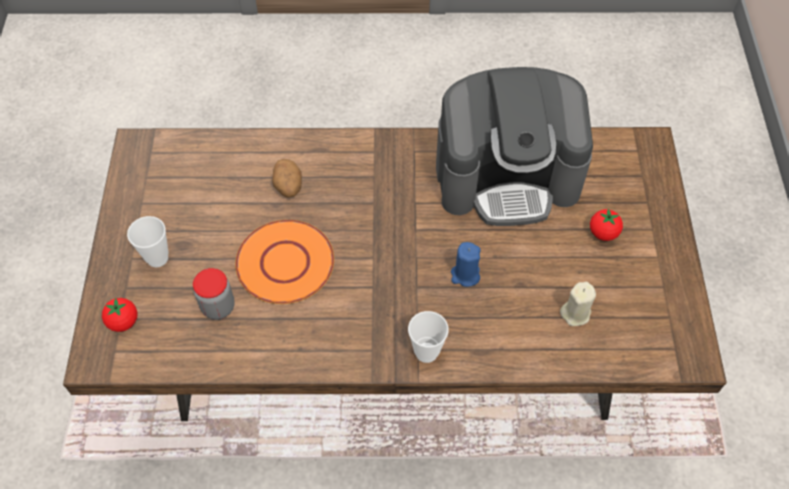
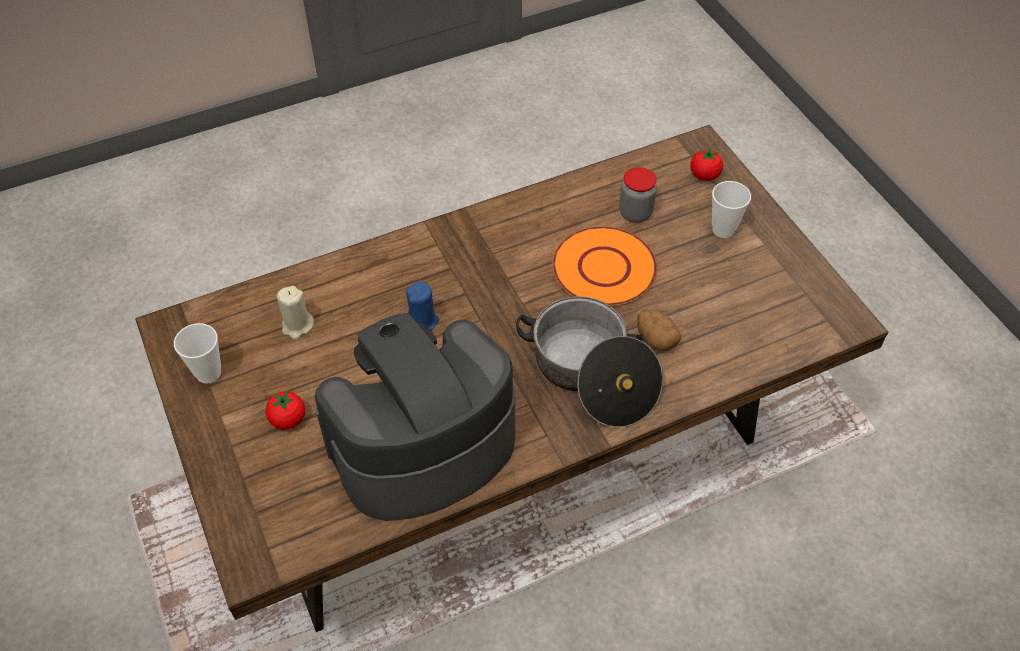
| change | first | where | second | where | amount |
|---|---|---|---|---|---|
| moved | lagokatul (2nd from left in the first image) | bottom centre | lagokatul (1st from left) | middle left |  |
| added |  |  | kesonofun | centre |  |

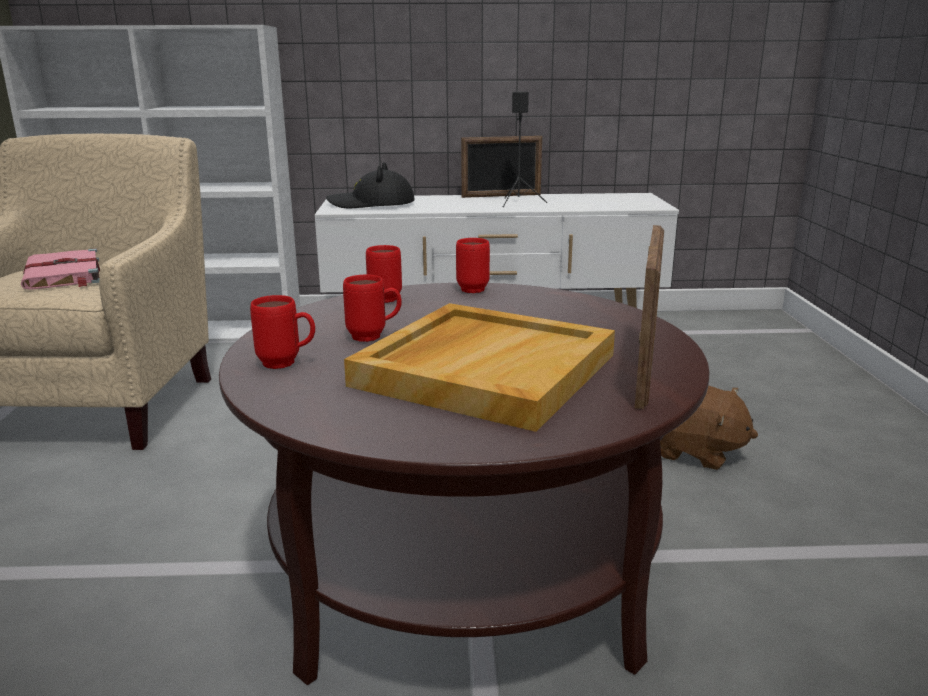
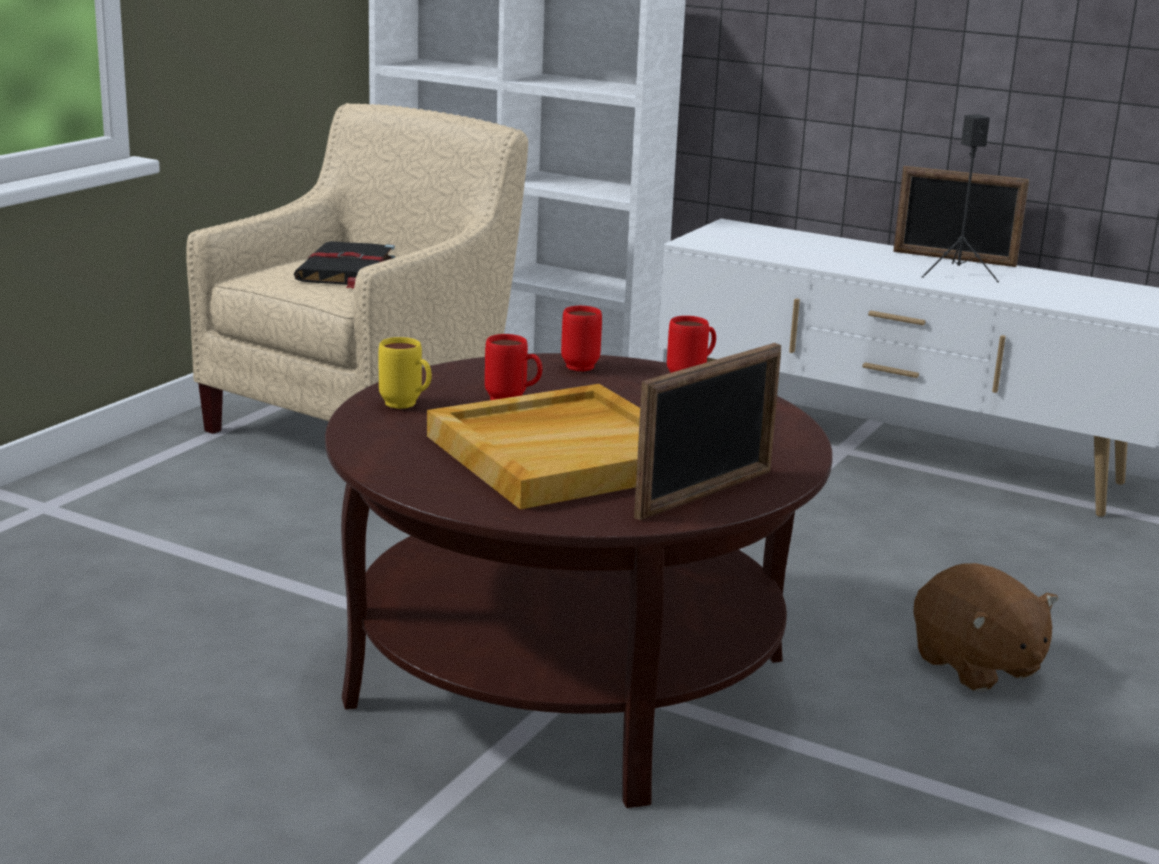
| change | first | where | second | where | amount |
|---|---|---|---|---|---|
| recoloured | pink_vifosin | middle left | black_vifosin | top left |  |
| recoloured | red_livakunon (1st from left) | middle left | yellow_livakunon | centre |  |
| removed | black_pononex | top centre |  |  |  |

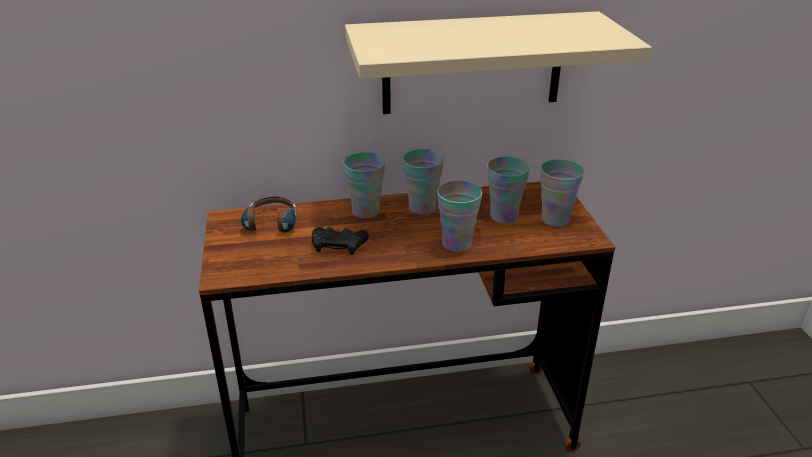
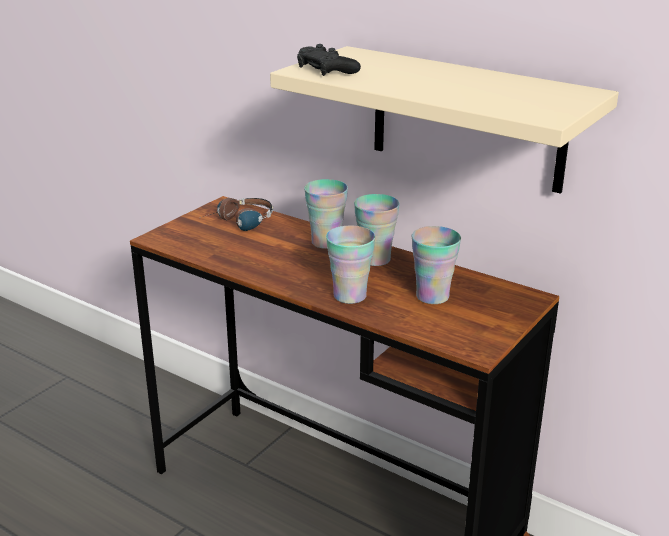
| change | first | where | second | where | amount |
|---|---|---|---|---|---|
| moved | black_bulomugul | centre |  | top centre |  |
| removed | lagokatul (5th from left) | middle right |  |  |  |

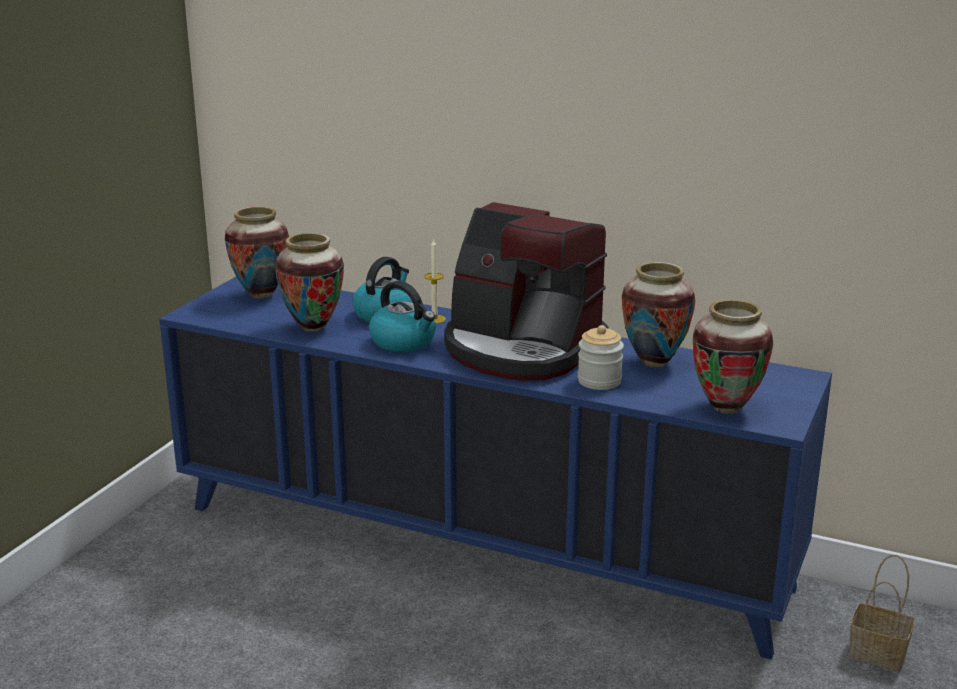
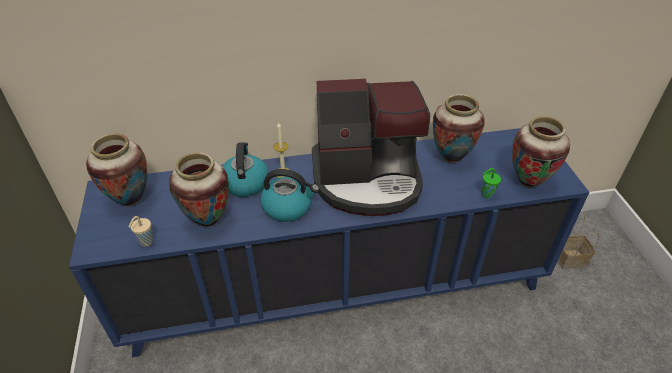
| change | first | where | second | where | amount |
|---|---|---|---|---|---|
| removed | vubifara | centre |  |  |  |
| added |  |  | beige_lagokatul | middle left |  |
| added |  |  | green_lagokatul | middle right |  |

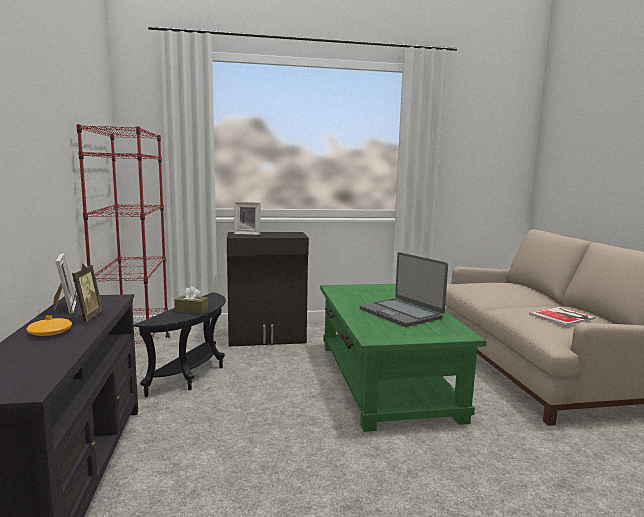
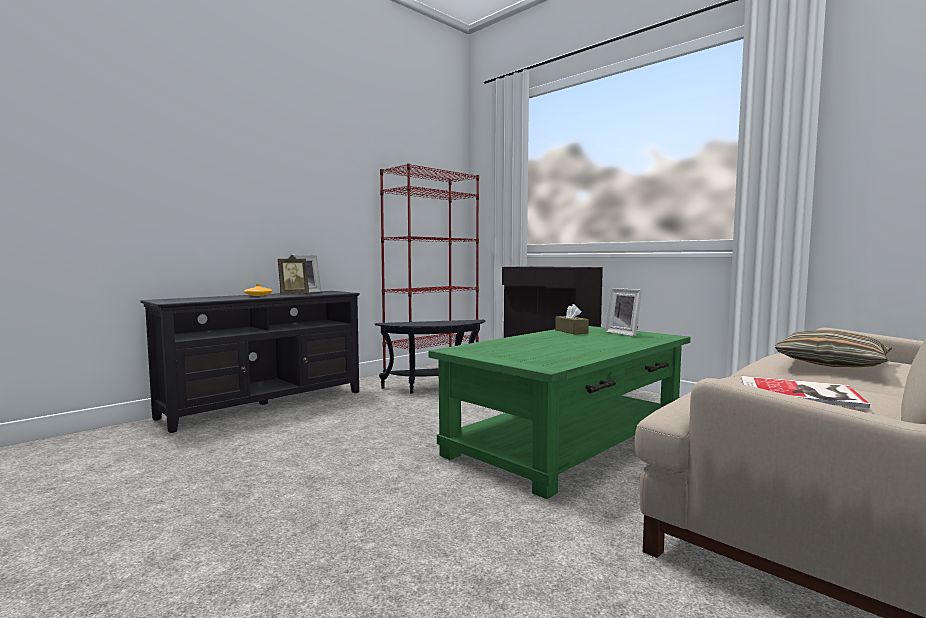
| change | first | where | second | where | amount |
|---|---|---|---|---|---|
| moved | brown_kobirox | middle left |  | centre |  |
| moved | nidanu (3rd from left) | centre |  | middle right |  |
| removed | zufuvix | centre |  |  |  |
| added |  |  | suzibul | middle right |  |

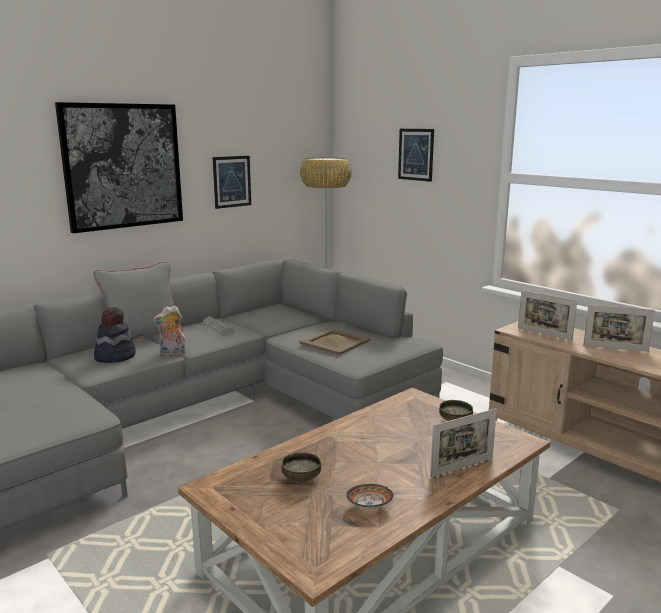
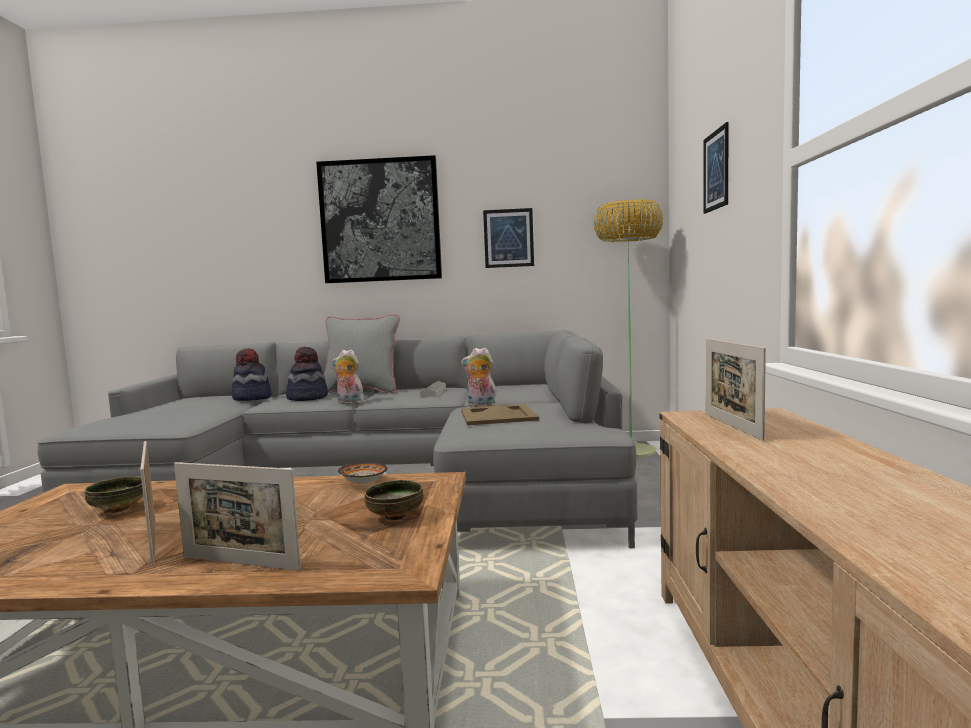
| change | first | where | second | where | amount |
|---|---|---|---|---|---|
| moved | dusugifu (2nd from left) | bottom centre |  | centre |  |
| moved | nidanu (3rd from left in the first image) | middle right | nidanu (1st from left) | bottom left |  |
| added |  |  | pononex (1st from left) | middle left |  |
| added |  |  | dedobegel (2nd from left) | centre |  |

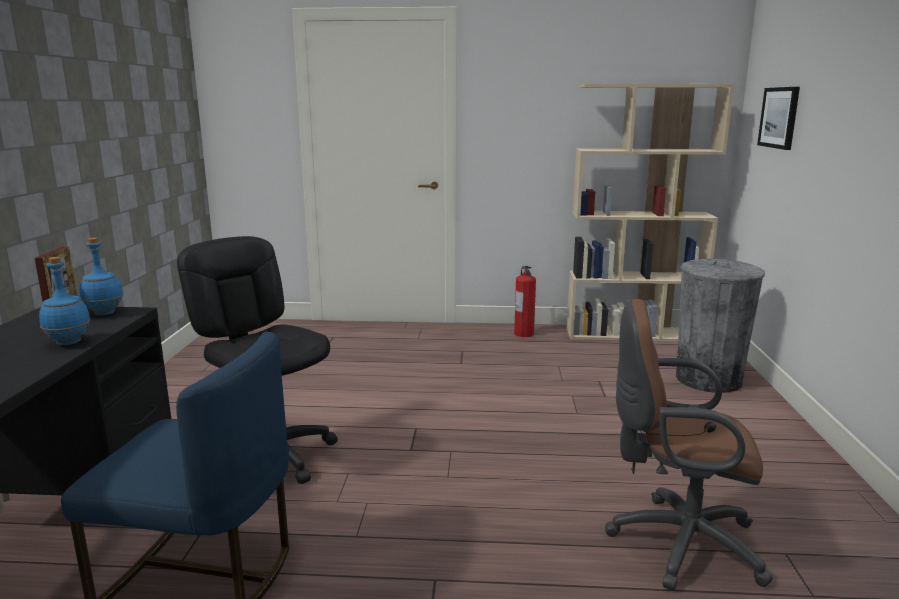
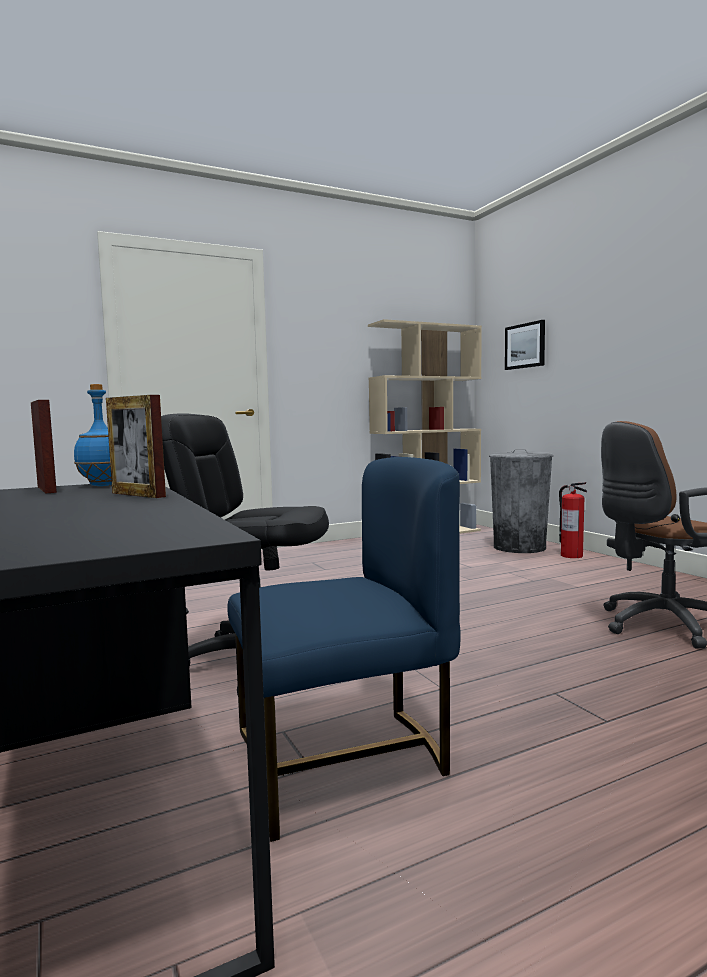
| change | first | where | second | where | amount |
|---|---|---|---|---|---|
| replaced | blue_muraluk (1st from left) | middle left | nidanu (2nd from left) | middle left |  |
| moved | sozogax | centre |  | middle right |  |

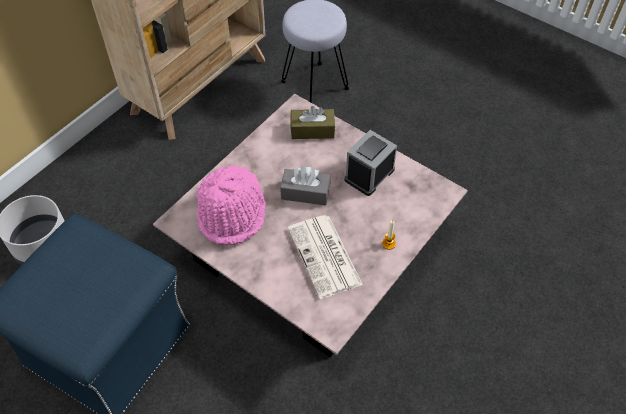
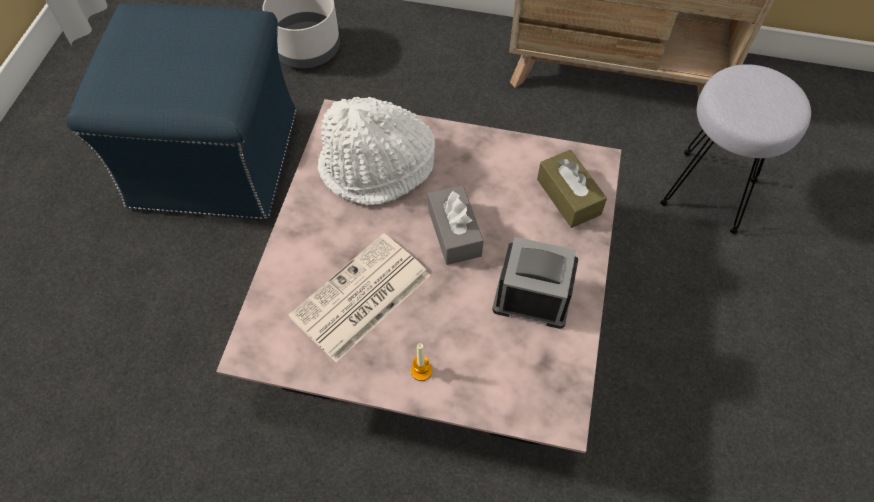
| change | first | where | second | where | amount |
|---|---|---|---|---|---|
| recoloured | pink_pononex | centre | white_pononex | top centre |  |

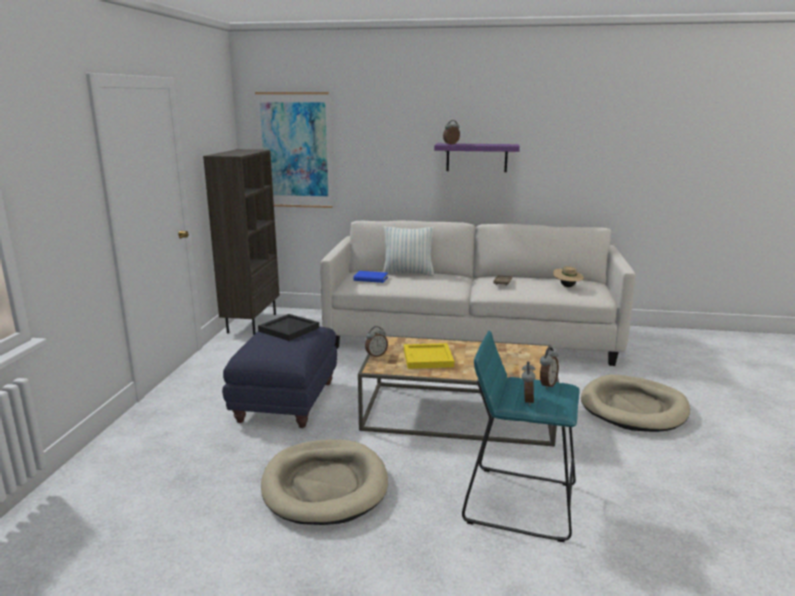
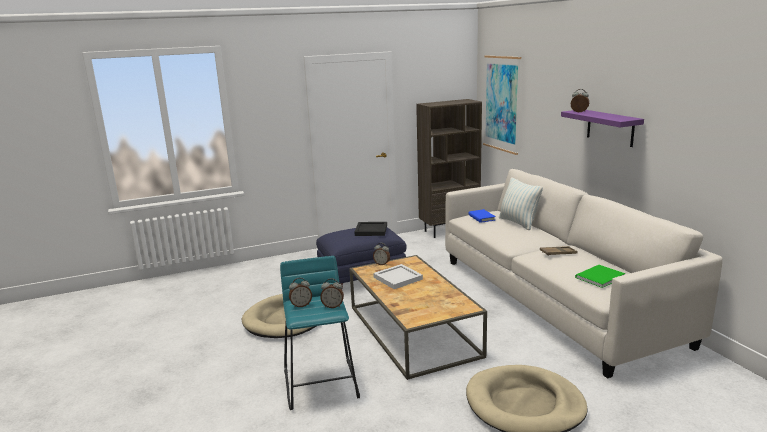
| change | first | where | second | where | amount |
|---|---|---|---|---|---|
| recoloured | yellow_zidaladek | centre | white_zidaladek | centre |  |
| replaced | beige_pononex | middle right | green_vifosin | middle right |  |

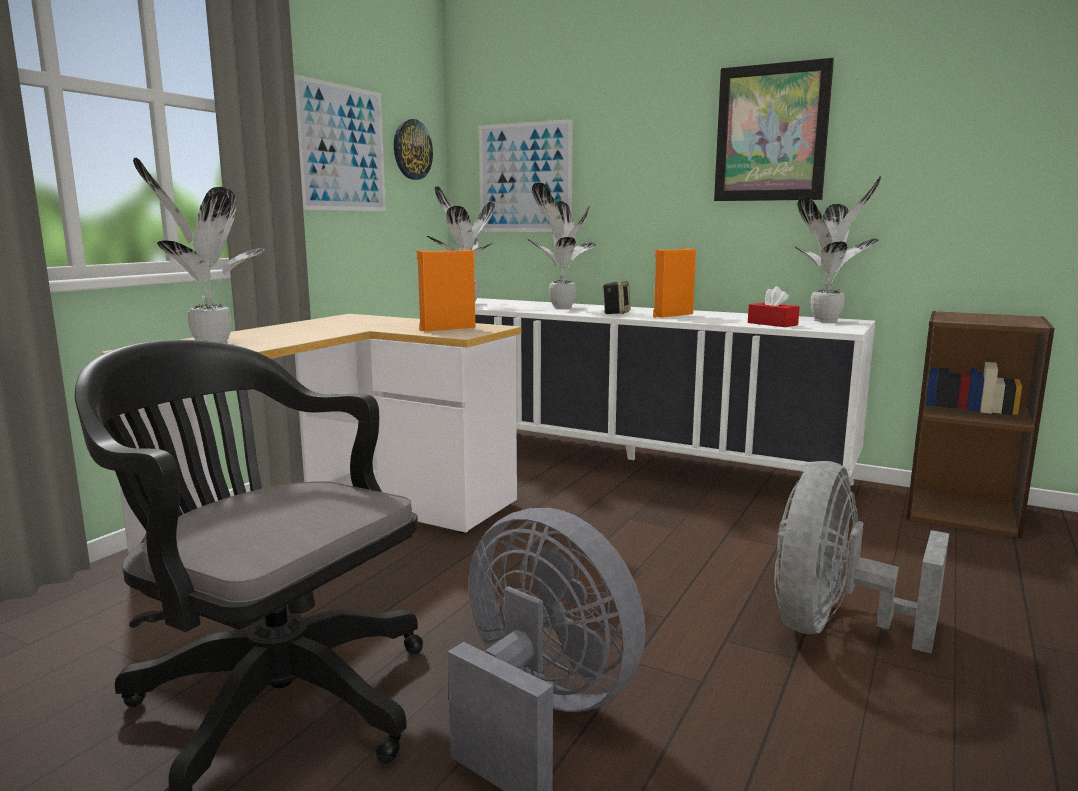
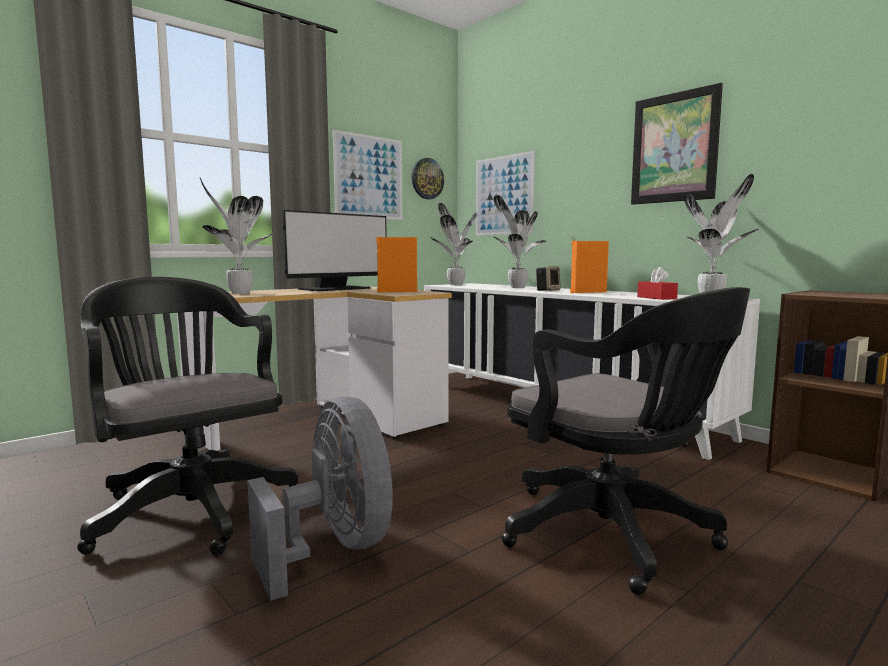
| change | first | where | second | where | amount |
|---|---|---|---|---|---|
| replaced | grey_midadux (2nd from left) | bottom right | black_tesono (2nd from left) | middle right |  |
| added |  |  | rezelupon | centre |  |

